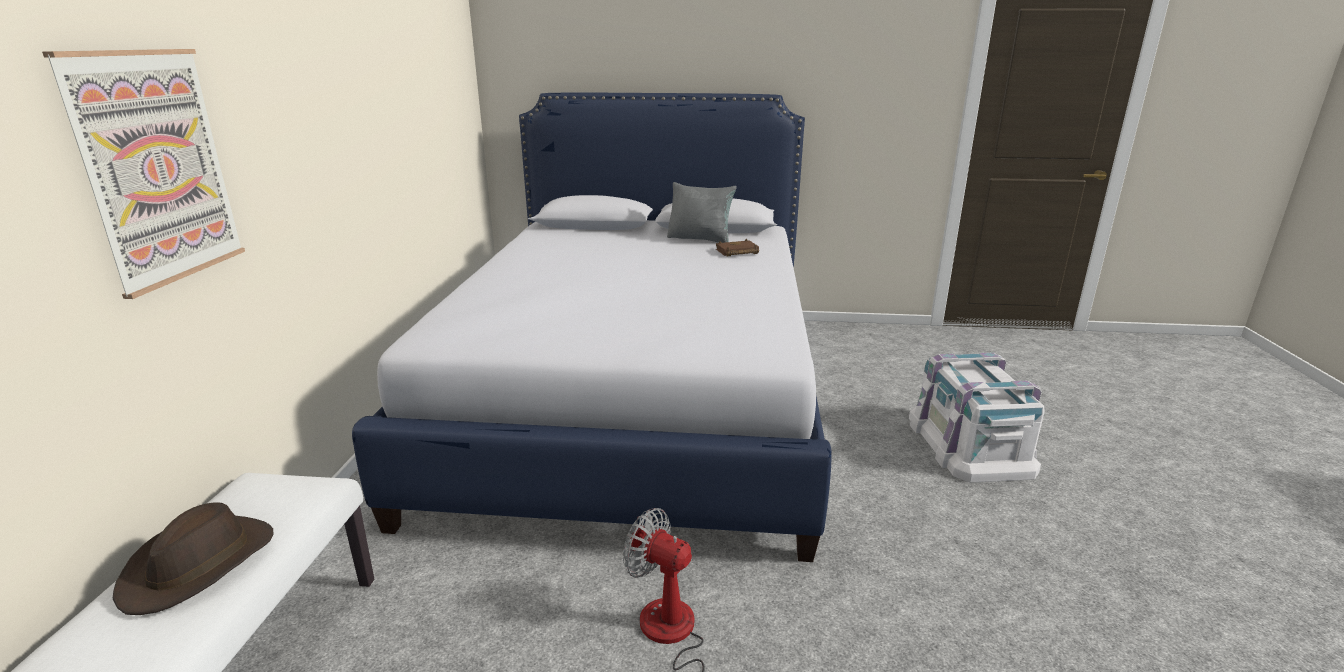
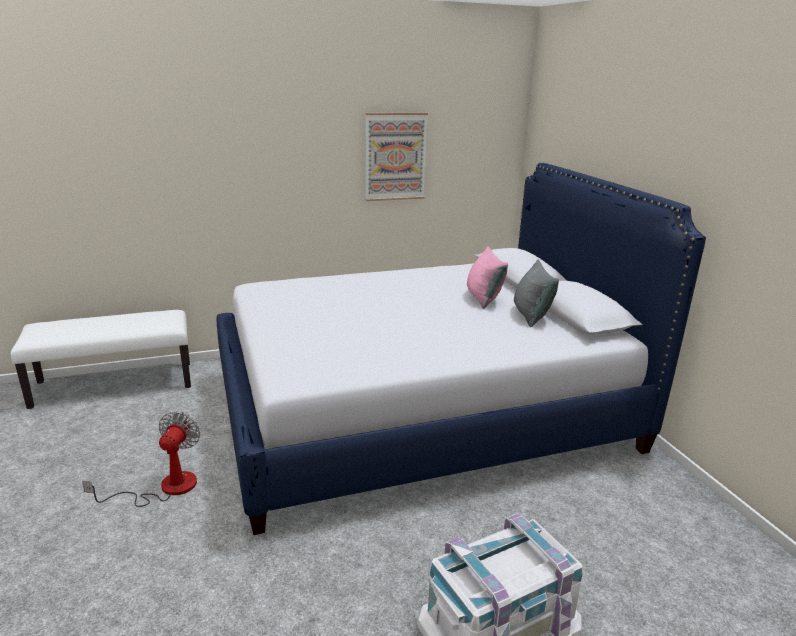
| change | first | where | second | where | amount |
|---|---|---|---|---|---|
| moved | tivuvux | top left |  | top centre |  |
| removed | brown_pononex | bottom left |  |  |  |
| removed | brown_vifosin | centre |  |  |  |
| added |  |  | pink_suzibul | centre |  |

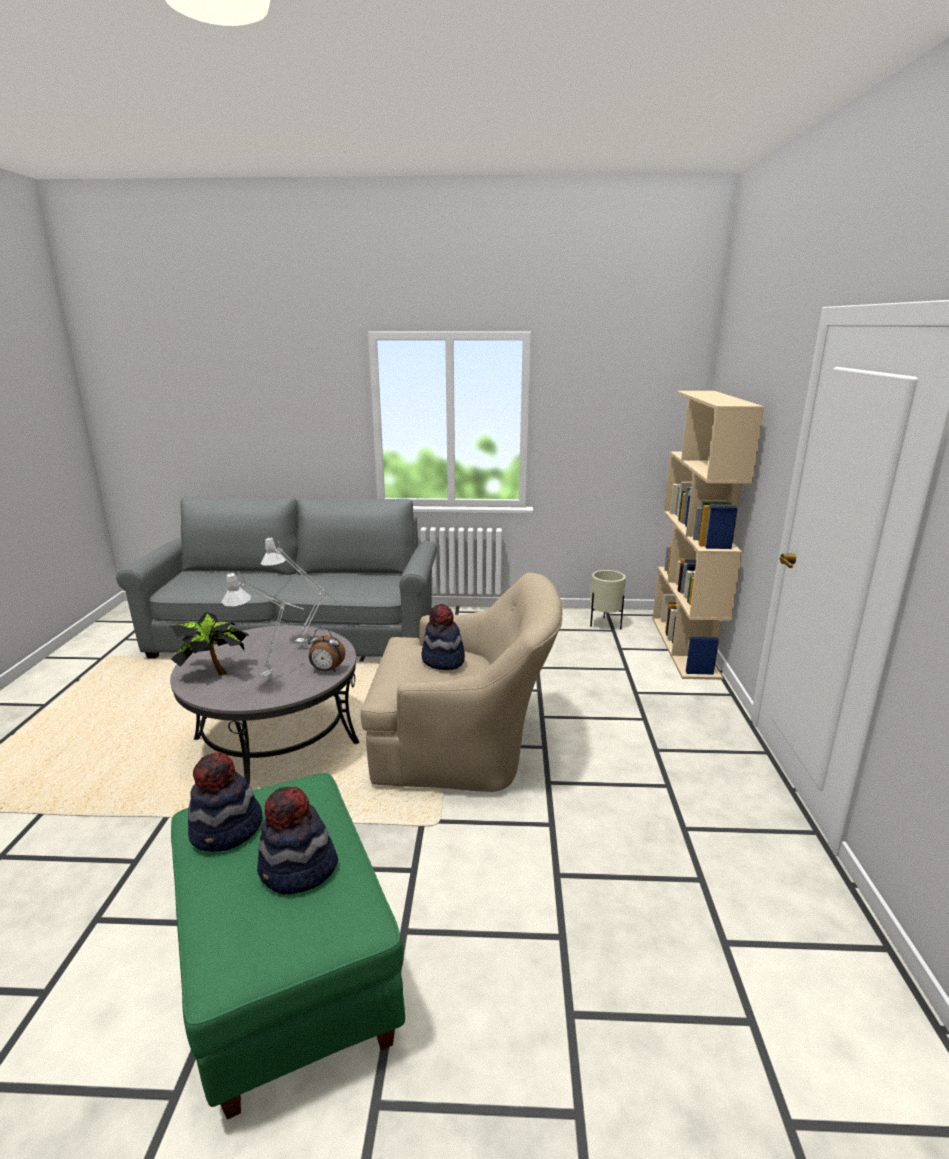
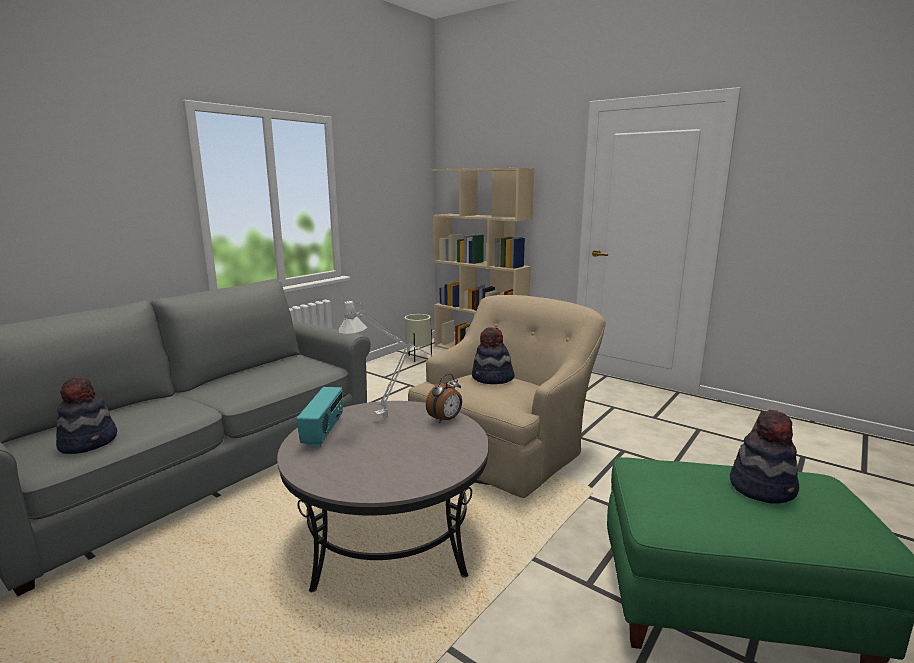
| change | first | where | second | where | amount |
|---|---|---|---|---|---|
| removed | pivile | middle left |  |  |  |
| moved | pononex (1st from left) | bottom left |  | middle left |  |
| removed | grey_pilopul (1st from left) | middle left |  |  |  |
| added |  |  | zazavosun | centre |  |

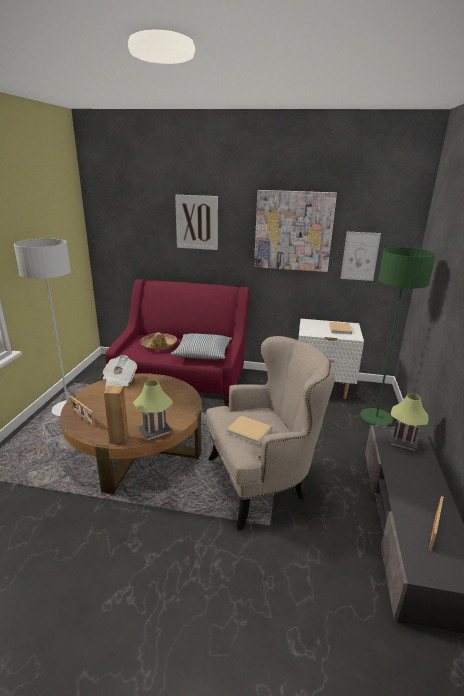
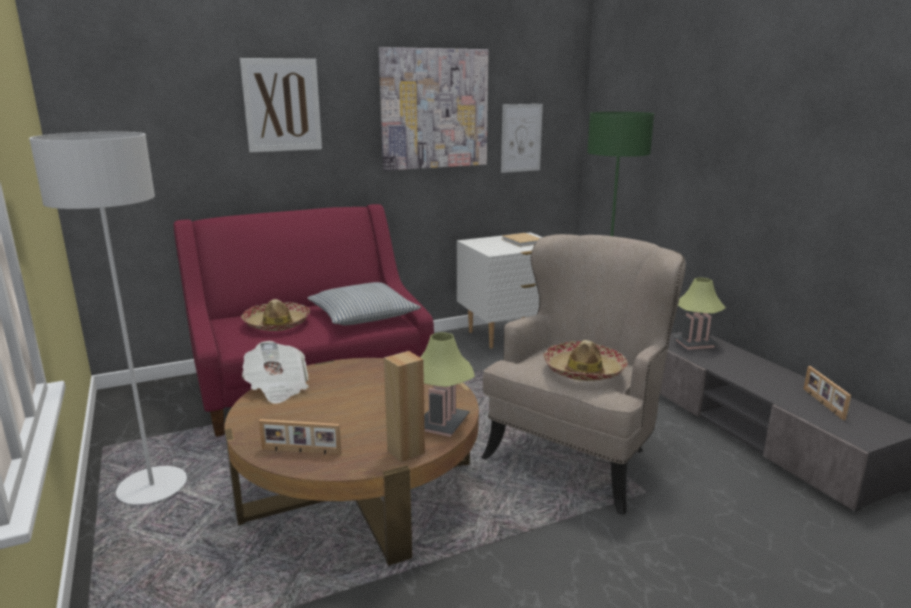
| change | first | where | second | where | amount |
|---|---|---|---|---|---|
| replaced | beige_vifosin (1st from left) | centre | pononex (2nd from left) | centre |  |

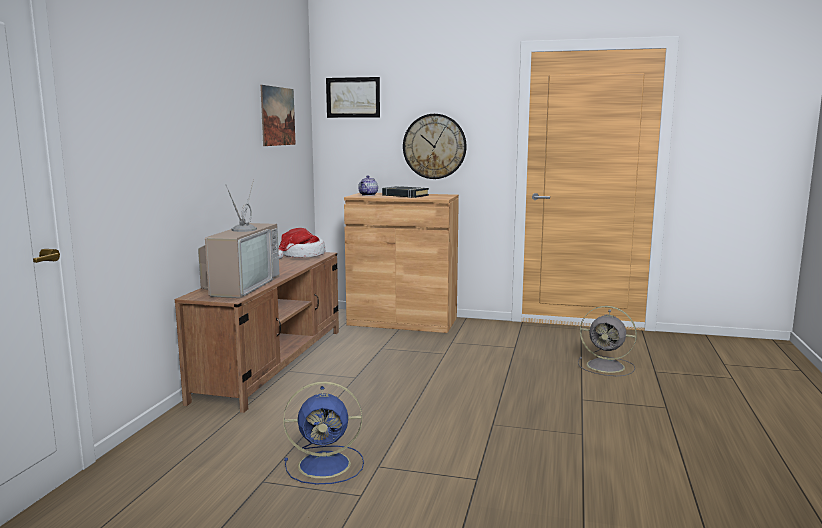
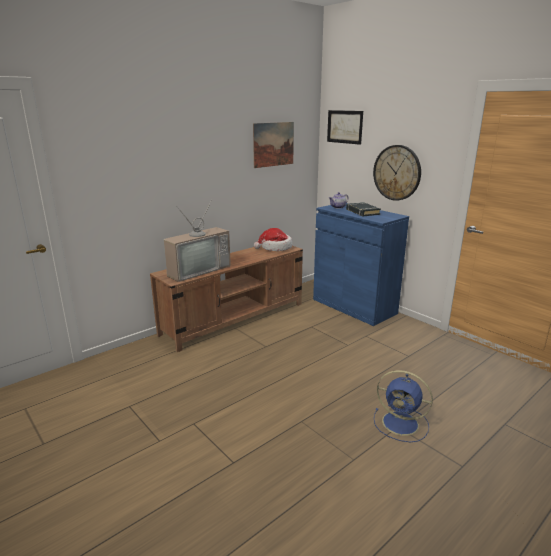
| change | first | where | second | where | amount |
|---|---|---|---|---|---|
| moved | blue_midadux | bottom centre |  | bottom right |  |
| recoloured | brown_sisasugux | centre | blue_sisasugux | centre |  |
| removed | grey_midadux | middle right |  |  |  |

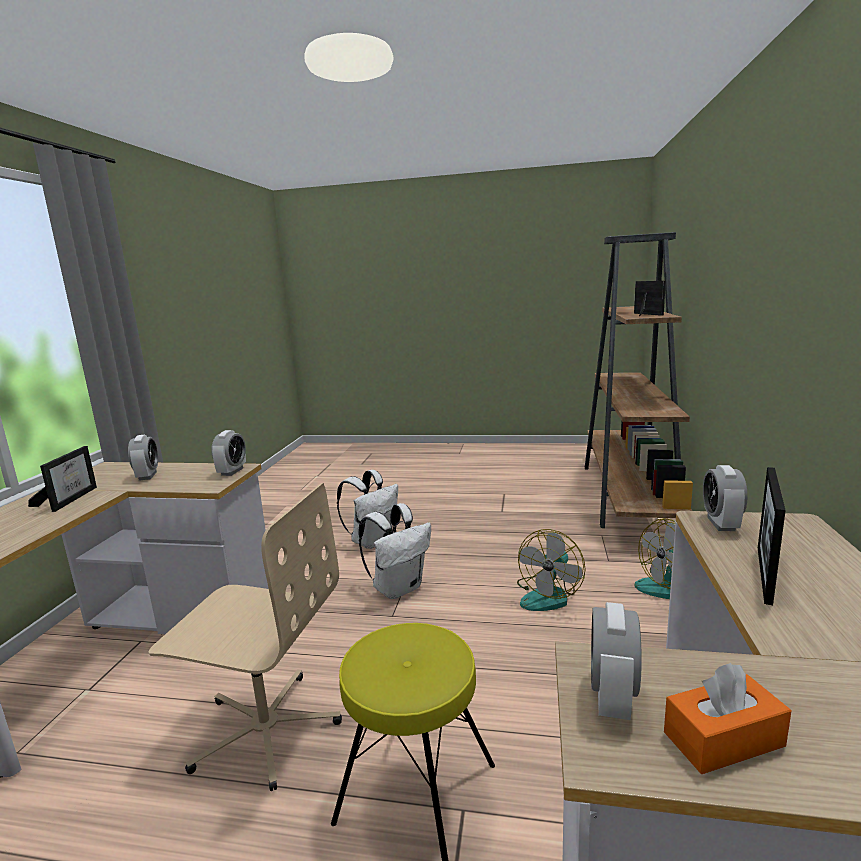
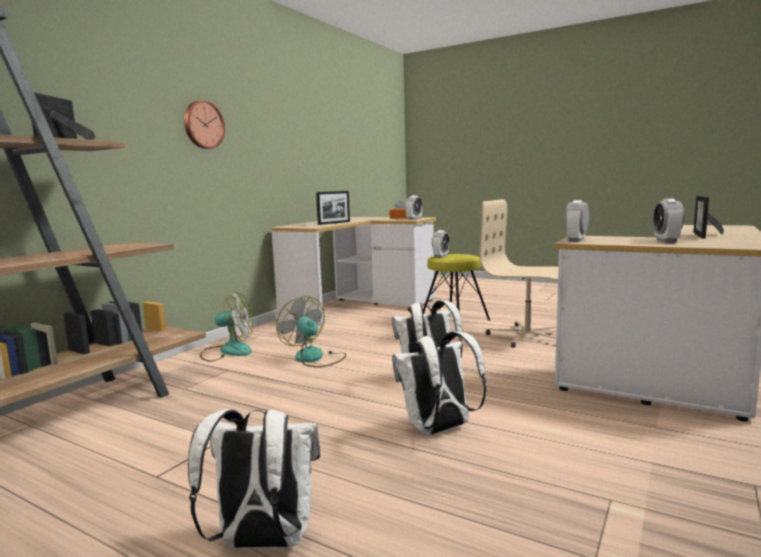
| change | first | where | second | where | amount |
|---|---|---|---|---|---|
| turned | midadux (1st from left in the first image) | centre | midadux (2nd from left) | centre | 90 degrees counterclockwise |
| moved | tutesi (4th from left in the first image) | middle right | tutesi (2nd from left) | centre |  |
| added |  |  | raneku | top left |  |
| added |  |  | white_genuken (1st from left) | bottom centre |  |

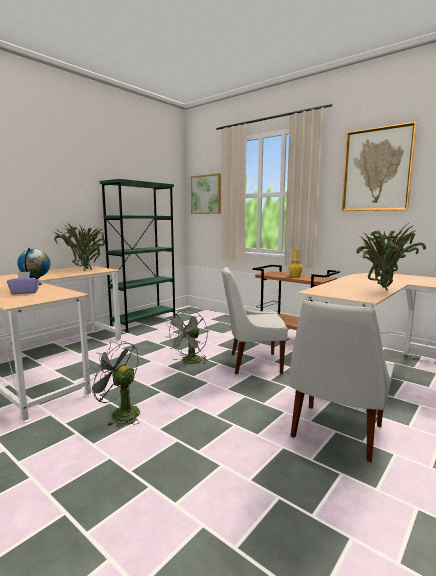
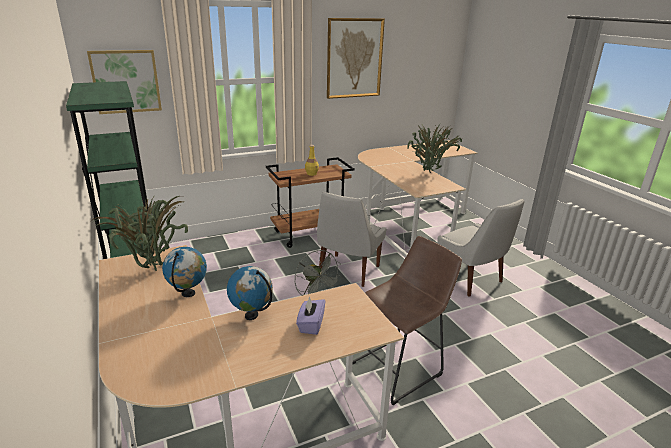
| change | first | where | second | where | amount |
|---|---|---|---|---|---|
| replaced | grey_midadux (1st from left) | bottom left | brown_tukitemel | bottom centre |  |
| added |  |  | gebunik (1st from left) | middle left |  |

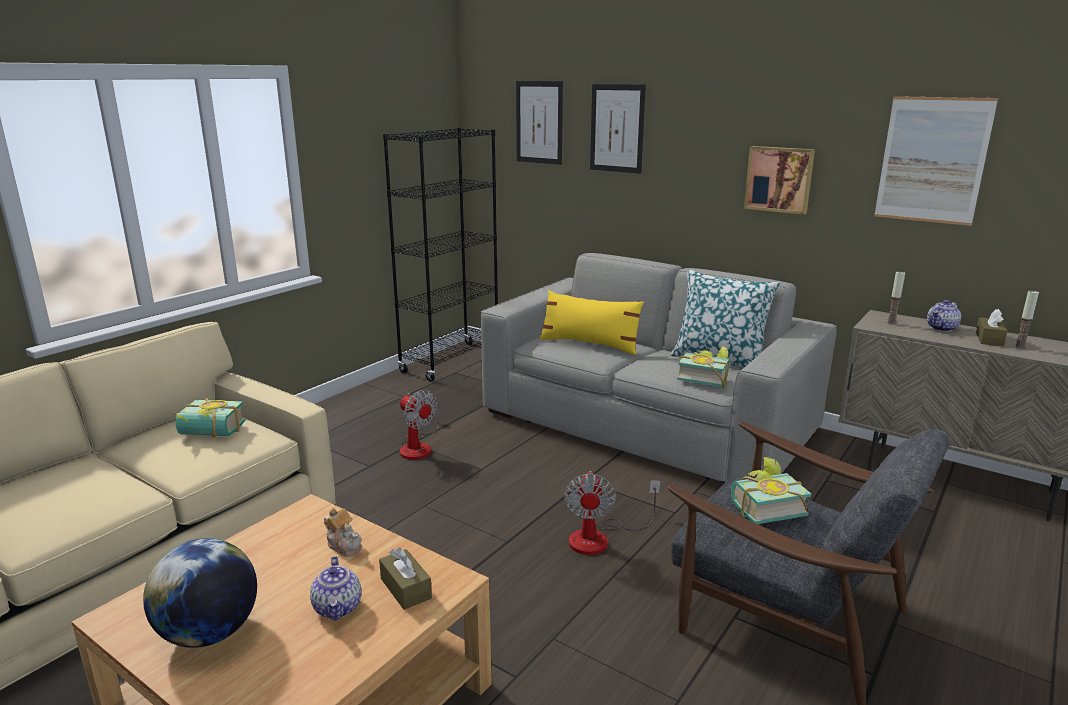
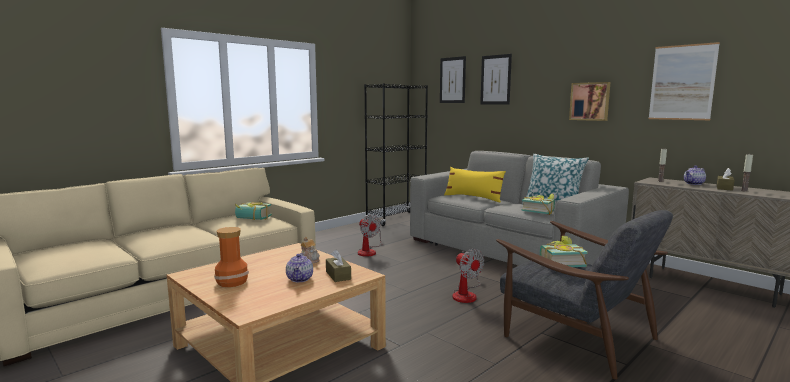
| change | first | where | second | where | amount |
|---|---|---|---|---|---|
| replaced | gebunik | bottom left | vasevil | bottom left |  |
| turned | midadux (2nd from left) | bottom centre |  | bottom centre | 45 degrees counterclockwise |

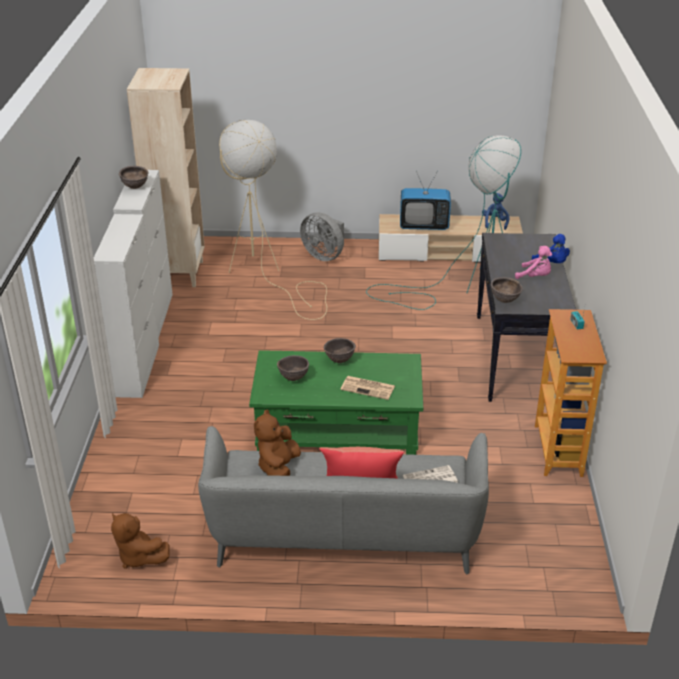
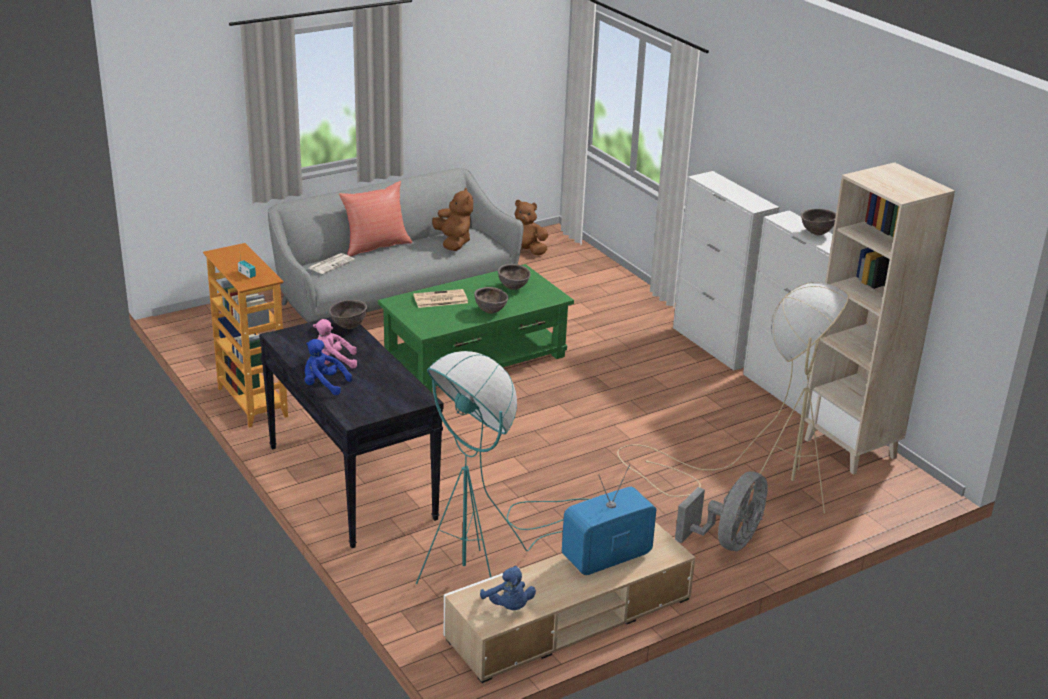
| change | first | where | second | where | amount |
|---|---|---|---|---|---|
| turned | grey_midadux | centre |  | bottom right | 120 degrees clockwise |

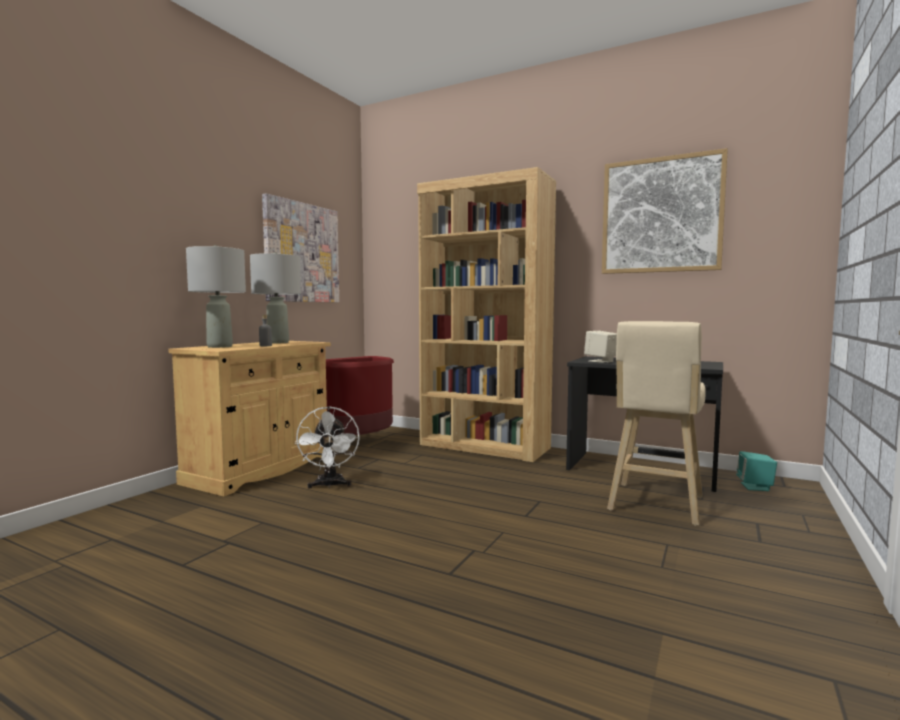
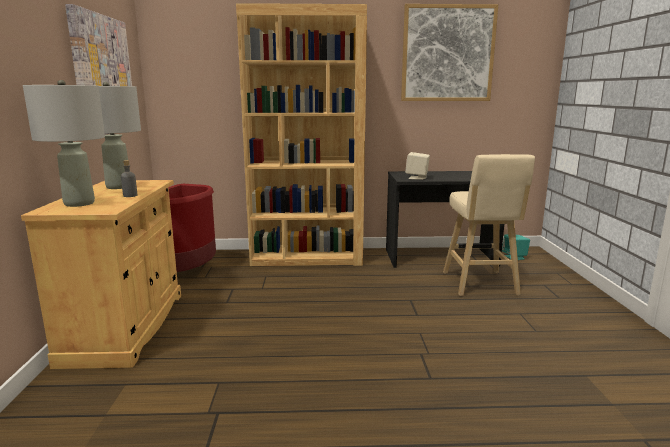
| change | first | where | second | where | amount |
|---|---|---|---|---|---|
| removed | white_midadux | centre |  |  |  |

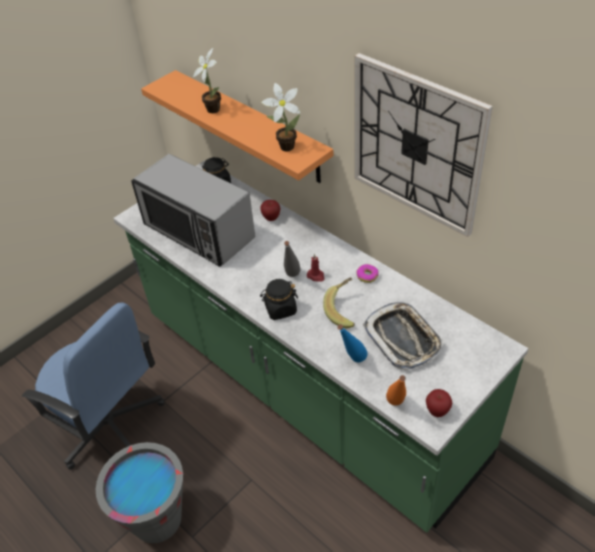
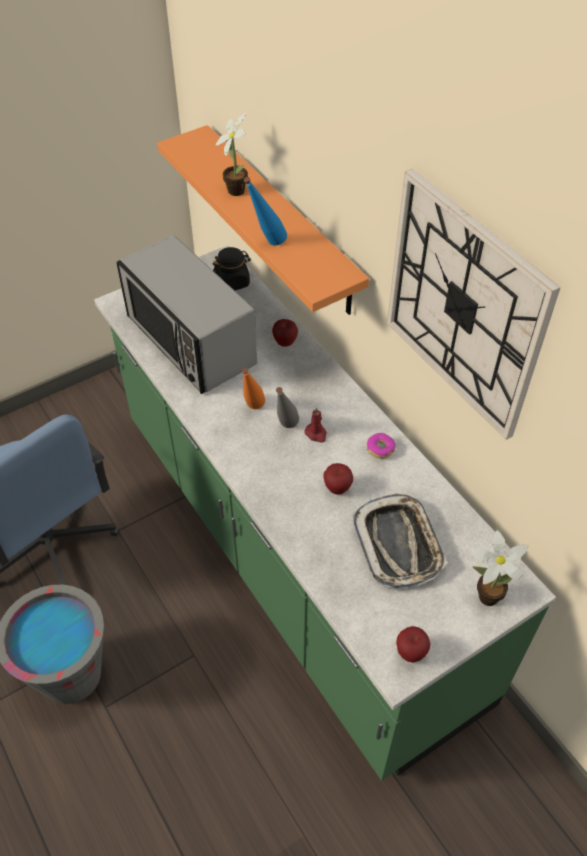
| change | first | where | second | where | amount |
|---|---|---|---|---|---|
| removed | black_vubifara (2nd from left) | centre |  |  |  |
| moved | pivile (2nd from left) | top centre |  | middle right |  |
| replaced | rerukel | centre | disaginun (2nd from left) | centre |  |
| moved | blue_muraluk | centre |  | top centre |  |
| moved | orange_muraluk | bottom centre |  | centre |  |

